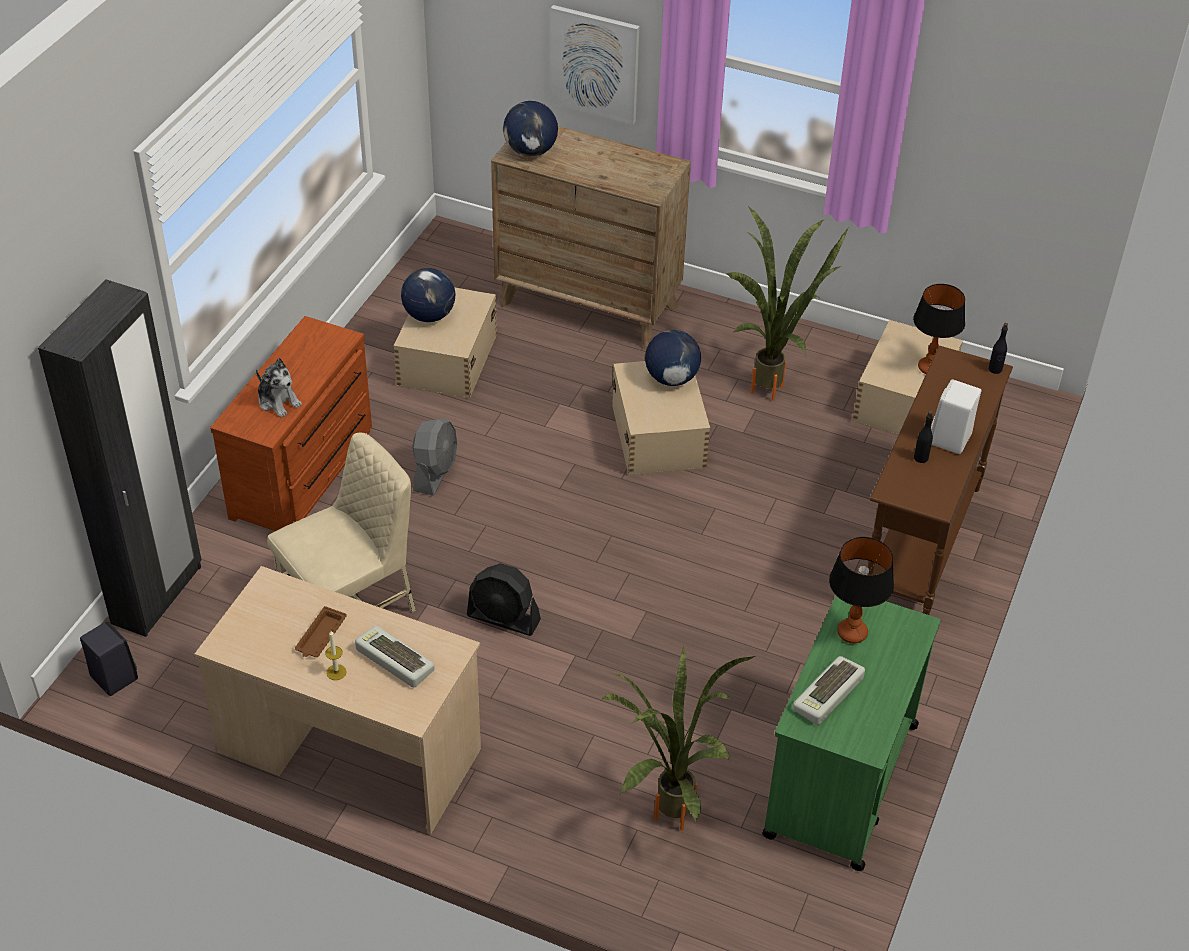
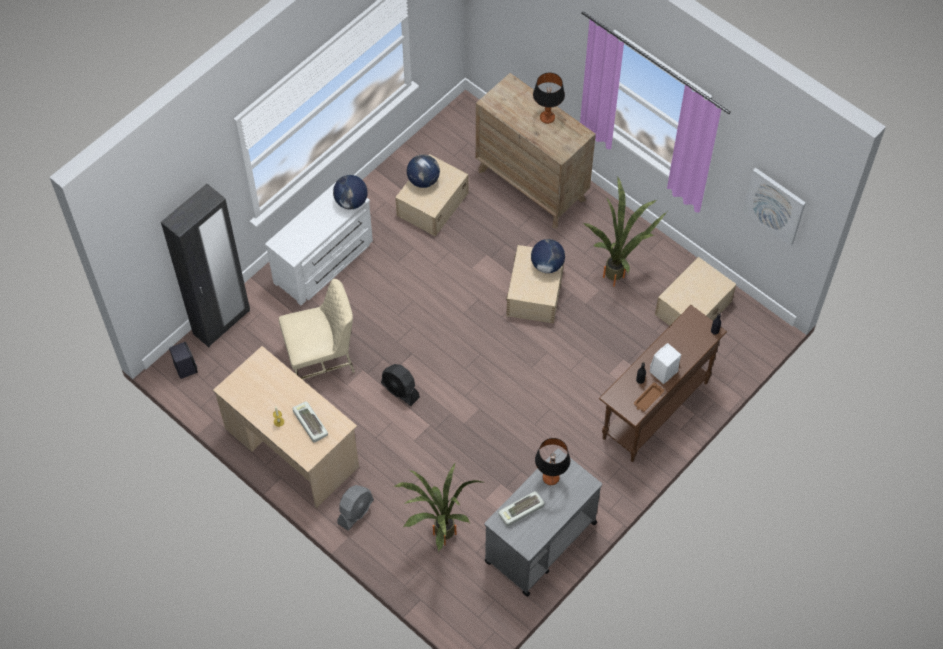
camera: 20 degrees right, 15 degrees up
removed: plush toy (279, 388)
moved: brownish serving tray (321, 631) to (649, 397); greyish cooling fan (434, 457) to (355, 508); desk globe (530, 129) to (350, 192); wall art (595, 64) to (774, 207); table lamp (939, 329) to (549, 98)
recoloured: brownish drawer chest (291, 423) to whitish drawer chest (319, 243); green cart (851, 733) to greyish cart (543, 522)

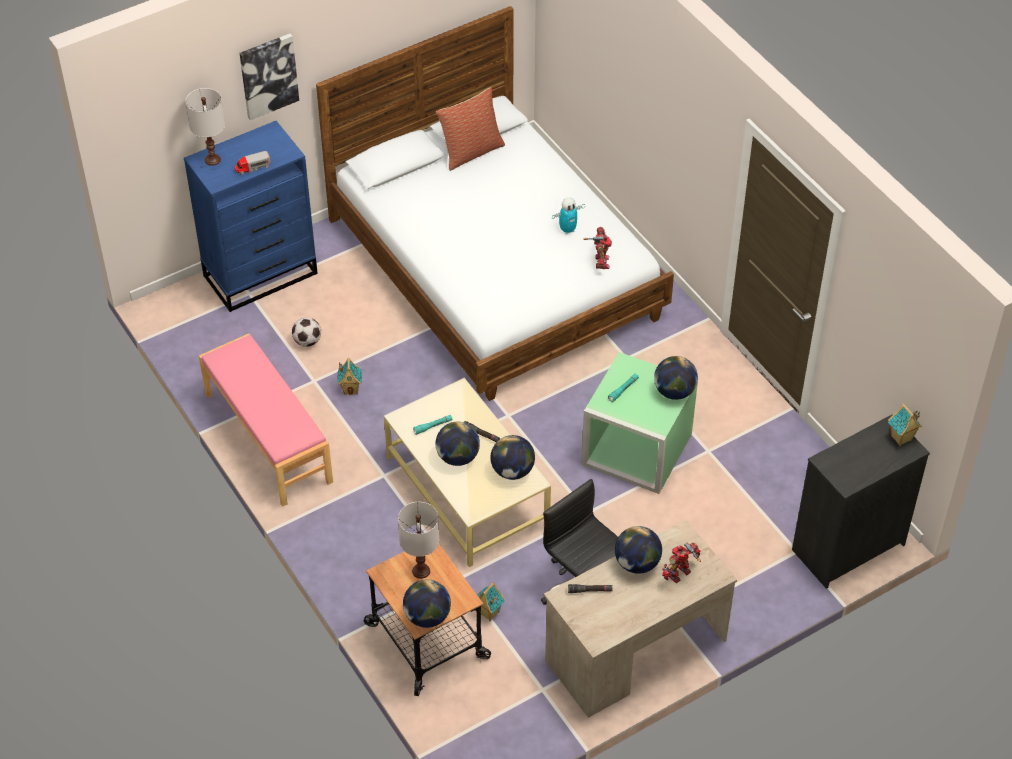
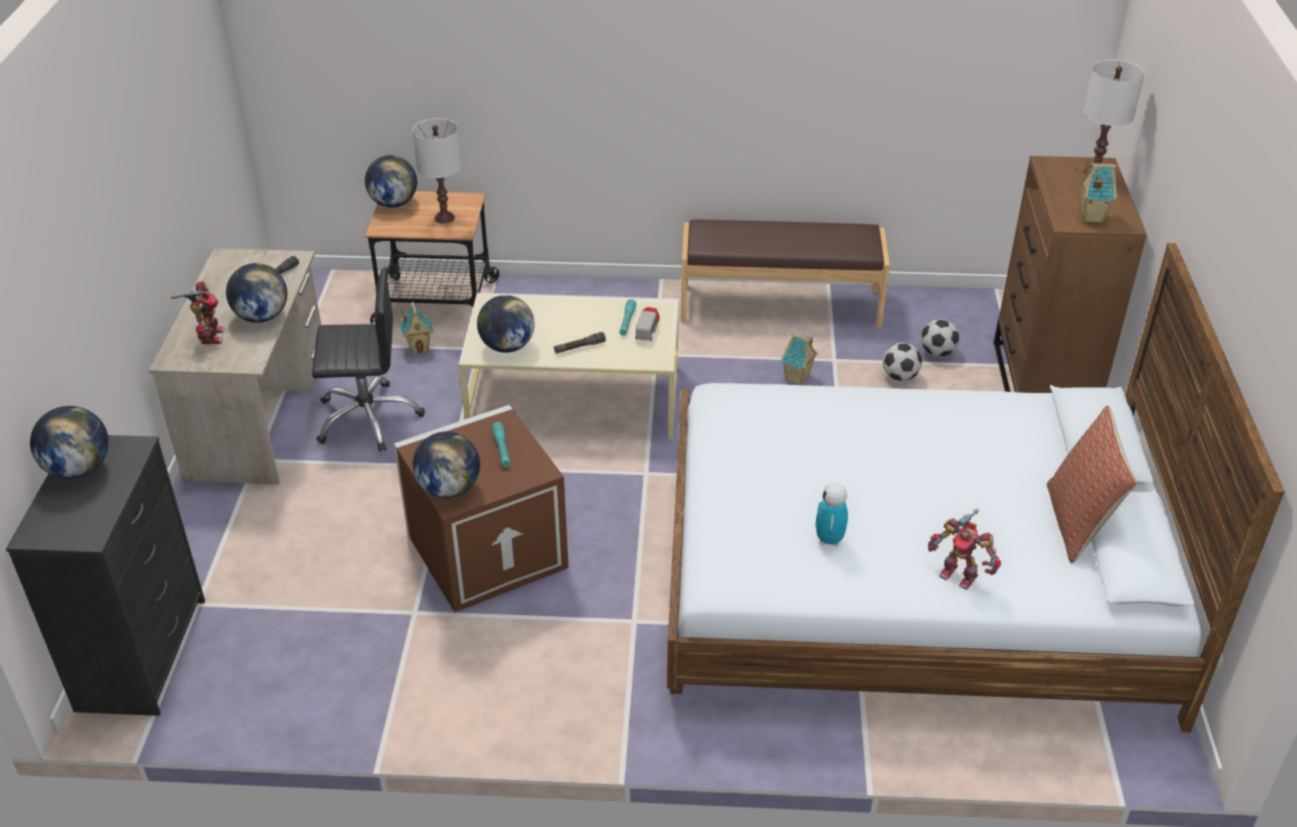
camera: 125 degrees right, 10 degrees down
removed: wall art (269, 77)
added: football ball (940, 338)
moved: model truck (253, 163) to (647, 324); desk globe (458, 444) to (69, 442); robot figure (597, 248) to (964, 549); model house (905, 424) to (1099, 193)
recoloured: bluish drawer chest (251, 216) to brownish drawer chest (1070, 274); pink-coloured bench (266, 420) to brownish bench (785, 273); green storage bin (639, 423) to brownish storage bin (481, 508)

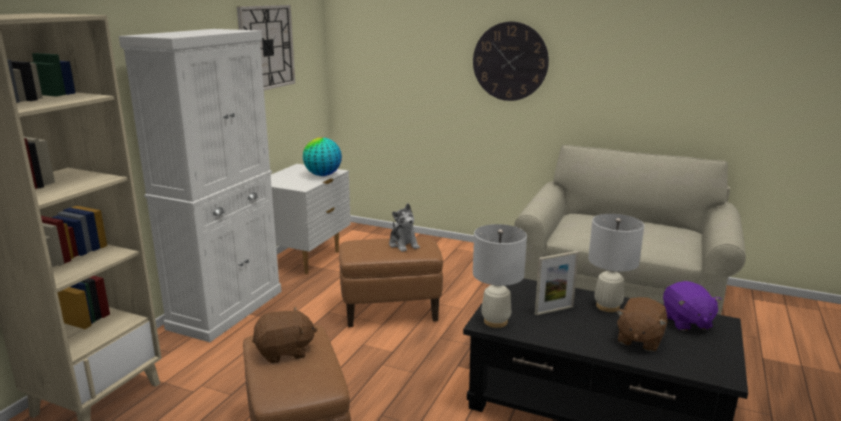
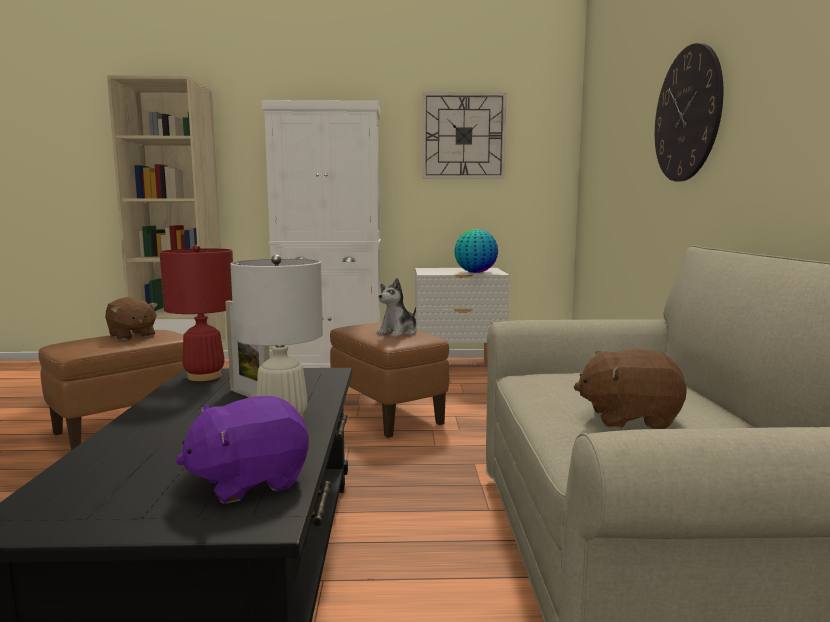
camera: 65 degrees right, 10 degrees down
moved: brownish plush toy (642, 324) to (630, 389)
recoloured: whitish table lamp (500, 276) to red-coloured table lamp (196, 313)

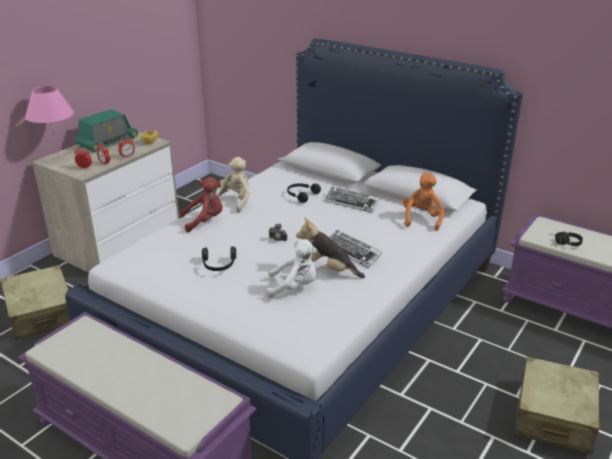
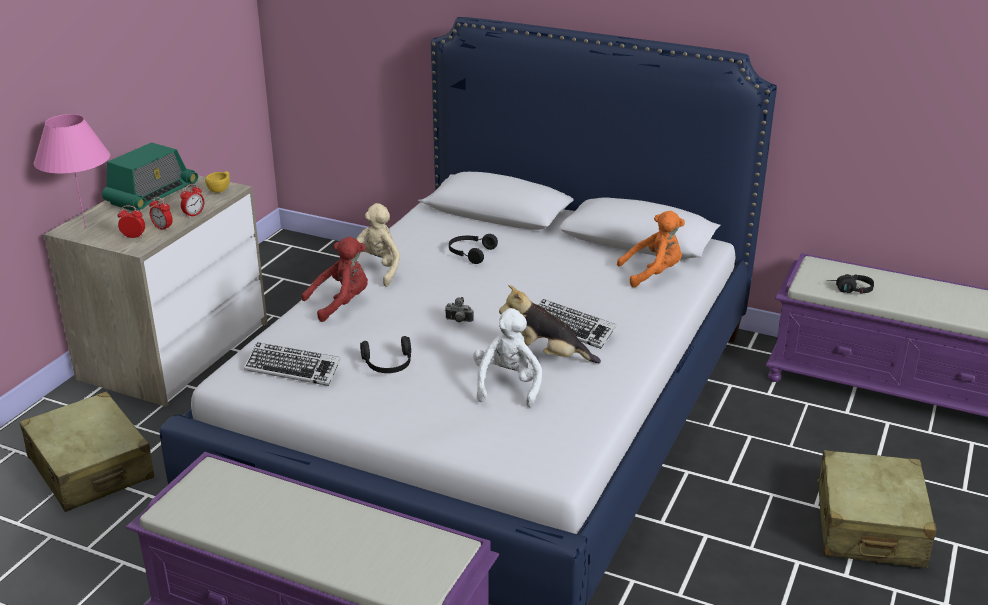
camera: 10 degrees left, 0 degrees up
moved: computer keyboard (352, 200) to (292, 364)
turned: whitish plush toy (291, 268) = (507, 357) 75 degrees counterclockwise; orange plush toy (423, 201) = (651, 249) 75 degrees clockwise

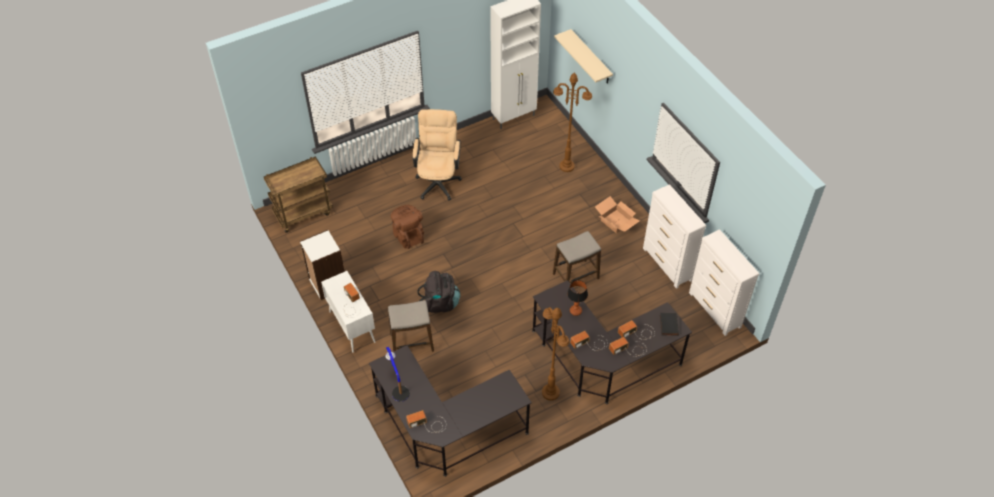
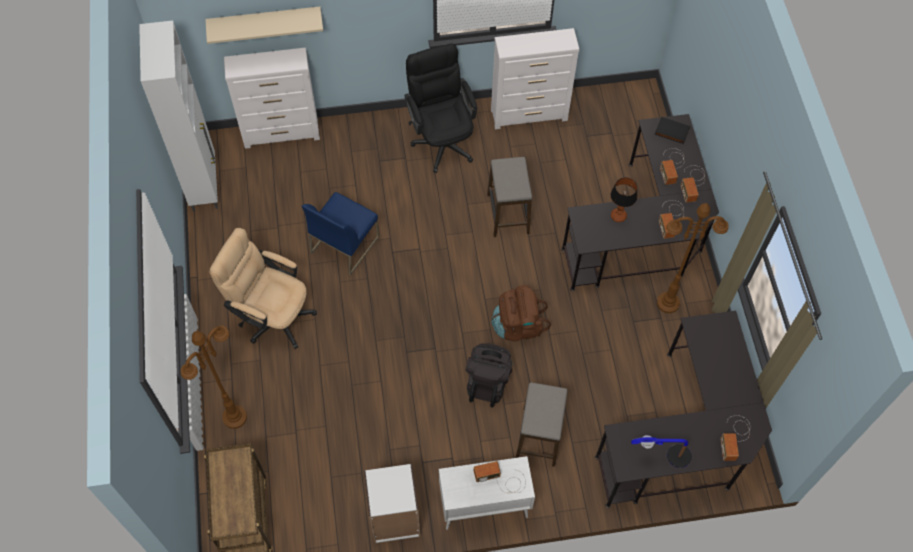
camera: 70 degrees left, 10 degrees up
added: bluish upright chair (340, 233)
moved: brownish knapsack (407, 227) to (521, 313); brownish standing lamp (572, 122) to (214, 377); whitish drawer chest (724, 282) to (272, 98)
replaced: carton (617, 215) to black-coloured computer chair (440, 108)

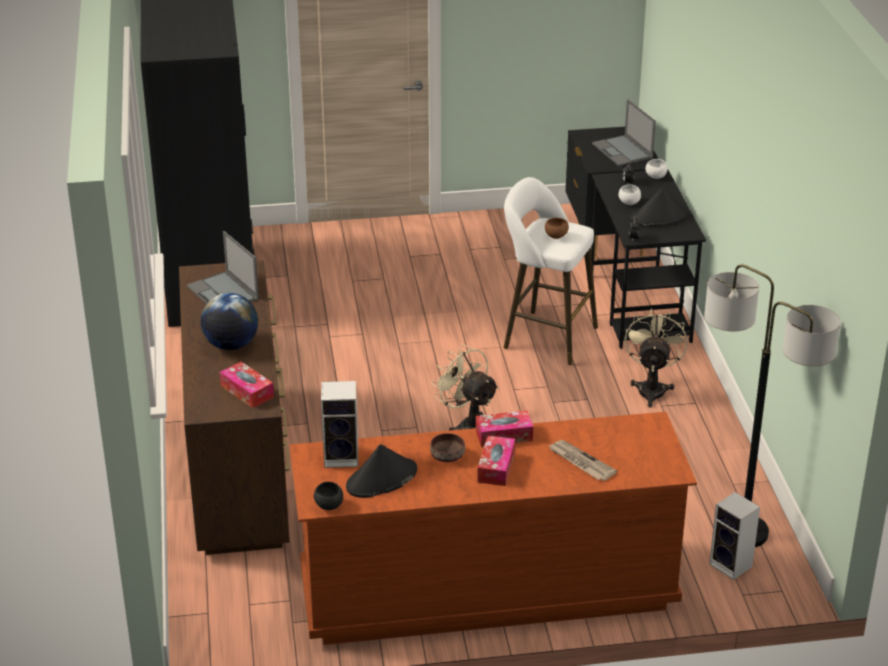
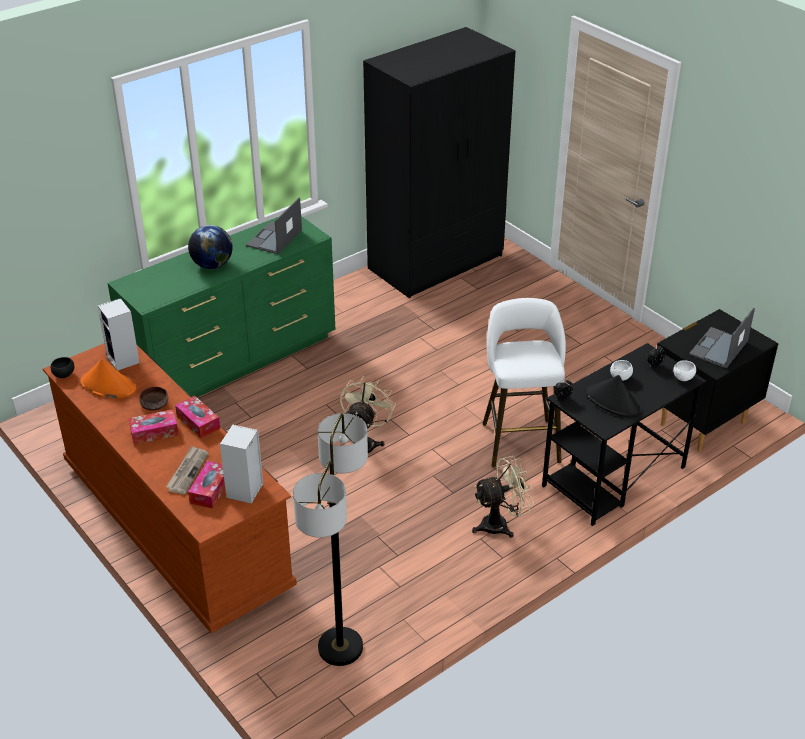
camera: 60 degrees right, 5 degrees up
removed: brownish serving bowl (557, 228)
moved: tissue box (247, 385) to (206, 485); audio speaker (734, 536) to (241, 464)
recoloured: brownish drawer chest (234, 407) to green drawer chest (221, 306); black-coloured clothing hat (381, 471) to orange clothing hat (109, 379)

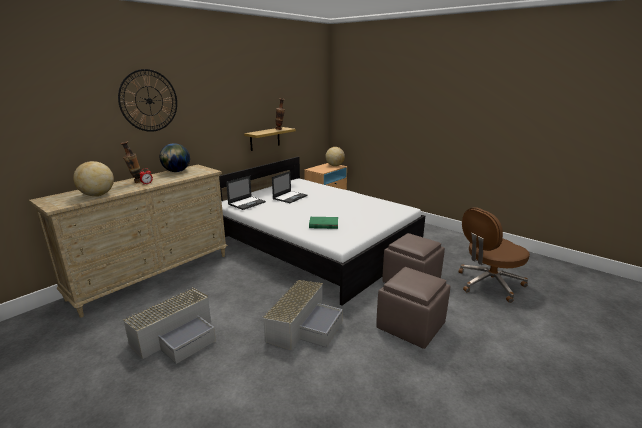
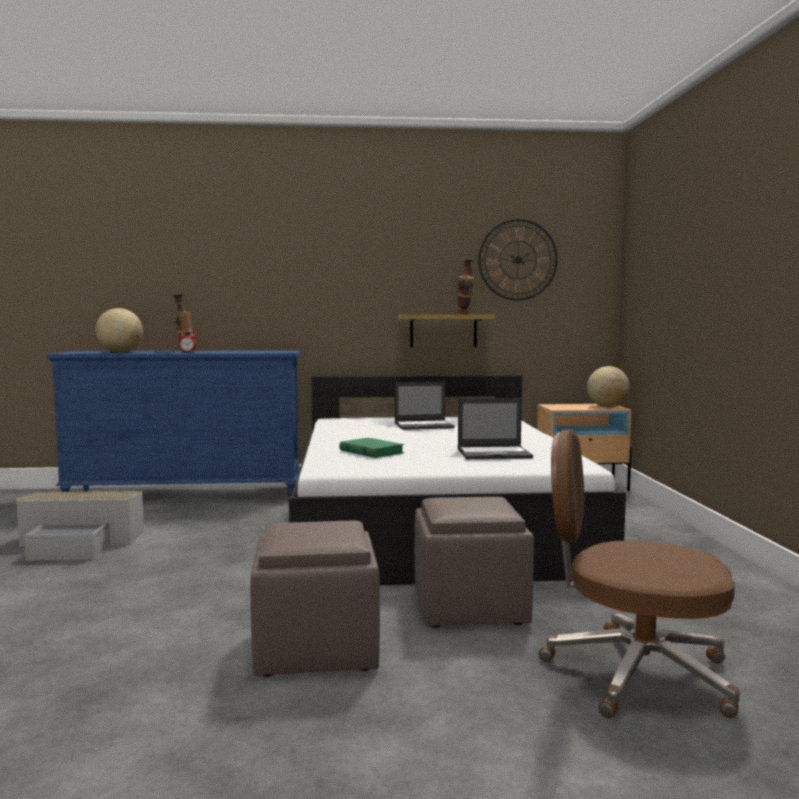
camera: 45 degrees right, 15 degrees down
removed: desk globe (175, 157); greyish storage bin (303, 315)
moved: clock on the wall (147, 100) to (518, 260); notebook computer (246, 193) to (495, 428)
recoloured: beige-coloured drawer chest (128, 241) to bluish drawer chest (174, 424)

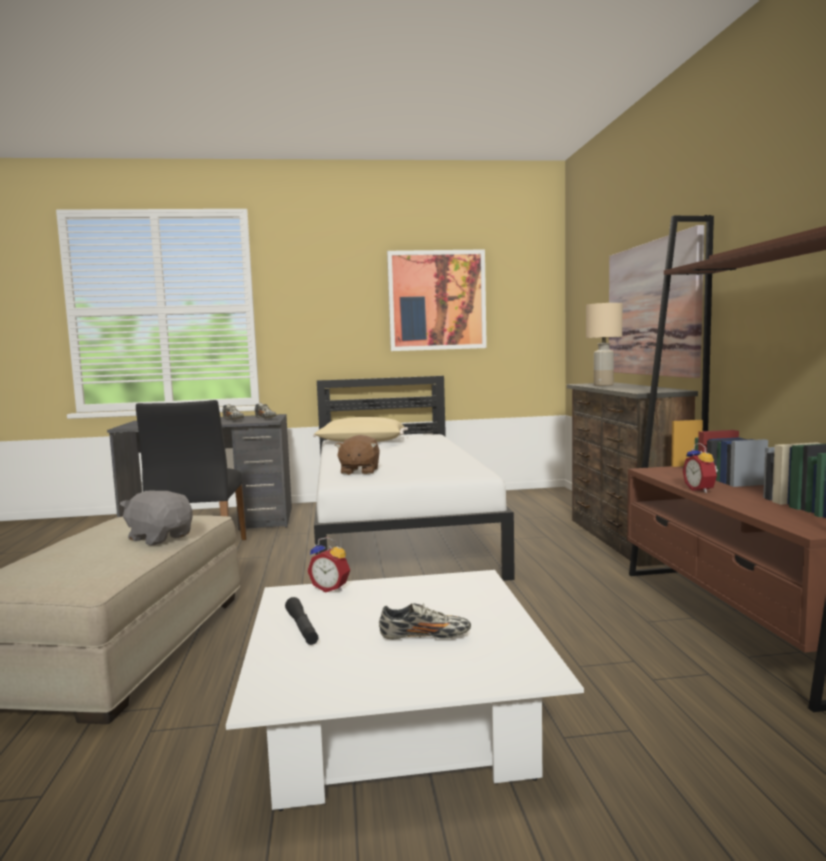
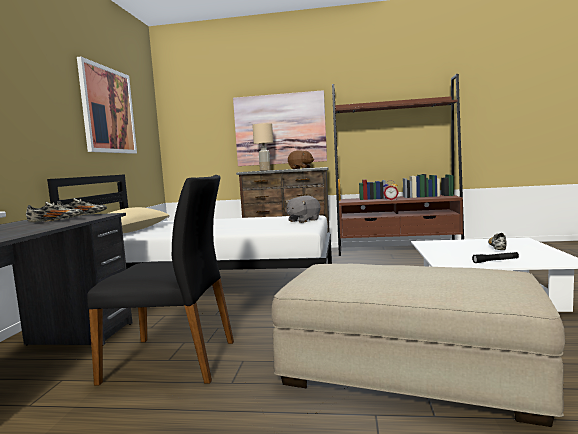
camera: 75 degrees left, 0 degrees up
removed: alarm clock (328, 565)
moved: greyish plush toy (156, 517) to (303, 209); brownish plush toy (357, 455) to (301, 159)

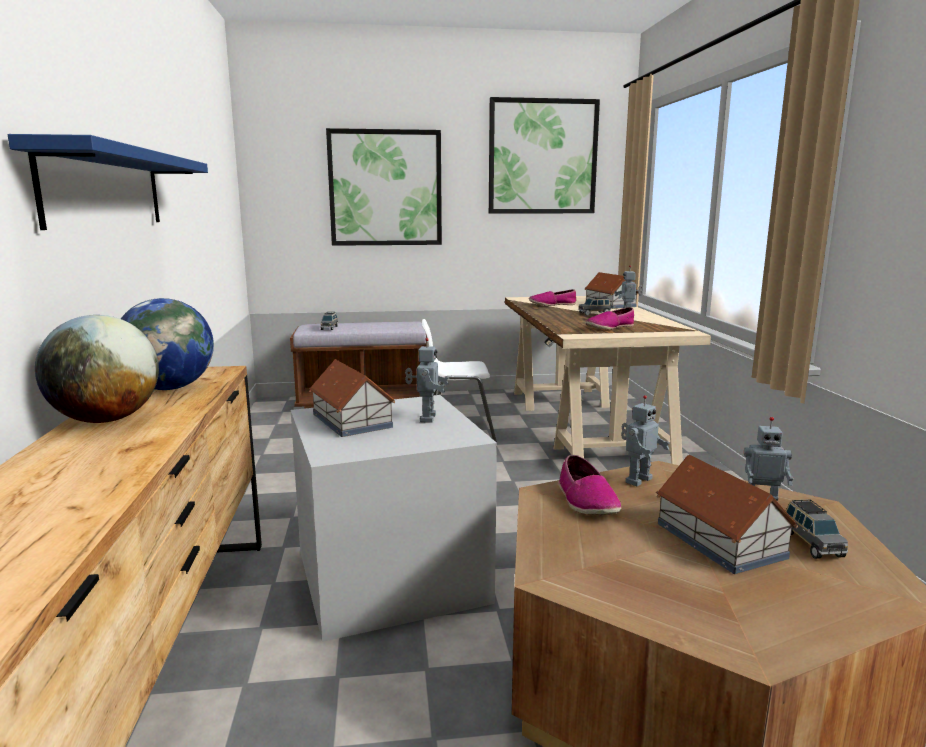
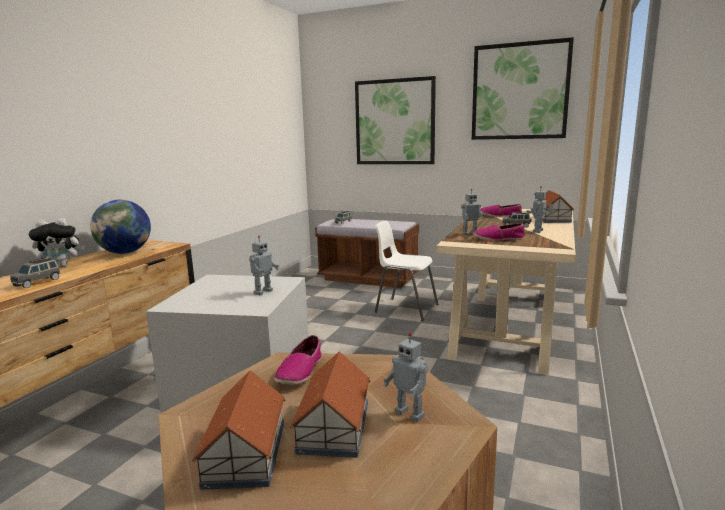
camera: 30 degrees right, 0 degrees up
removed: bluish wall shelf (108, 182)
moved: model house (352, 398) to (239, 430); robot figure (645, 441) to (472, 212); greyish miniature car (817, 529) to (35, 272)
replaced: desk globe (97, 369) to plush toy (57, 242)

